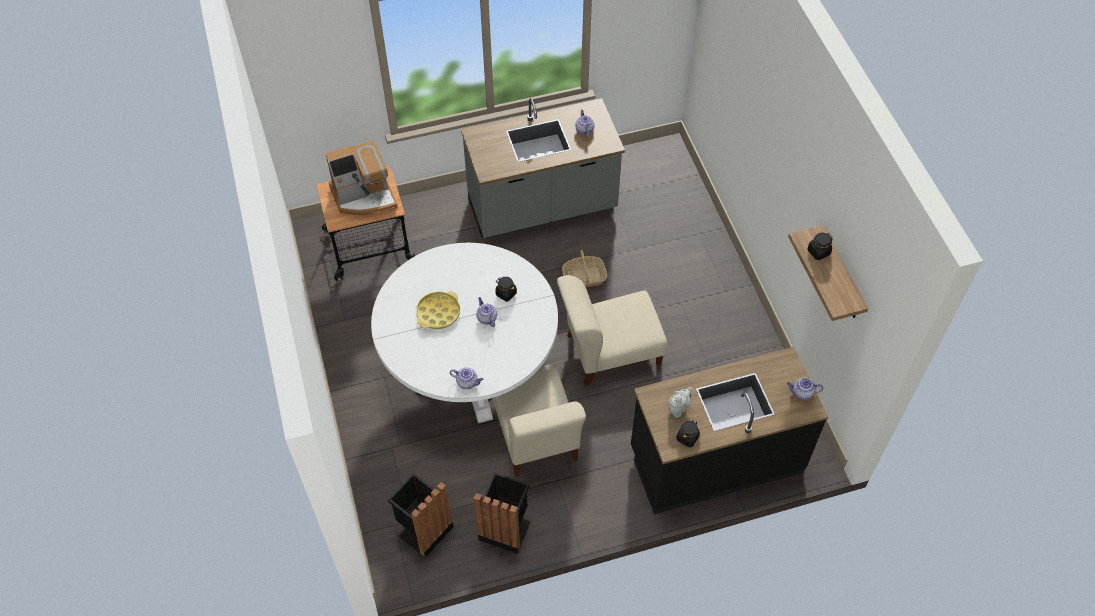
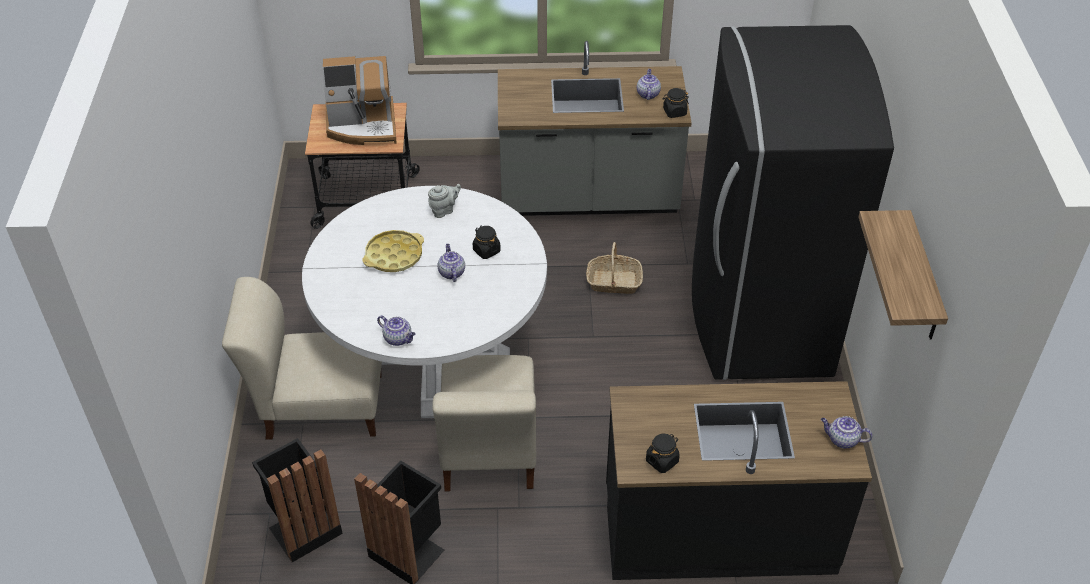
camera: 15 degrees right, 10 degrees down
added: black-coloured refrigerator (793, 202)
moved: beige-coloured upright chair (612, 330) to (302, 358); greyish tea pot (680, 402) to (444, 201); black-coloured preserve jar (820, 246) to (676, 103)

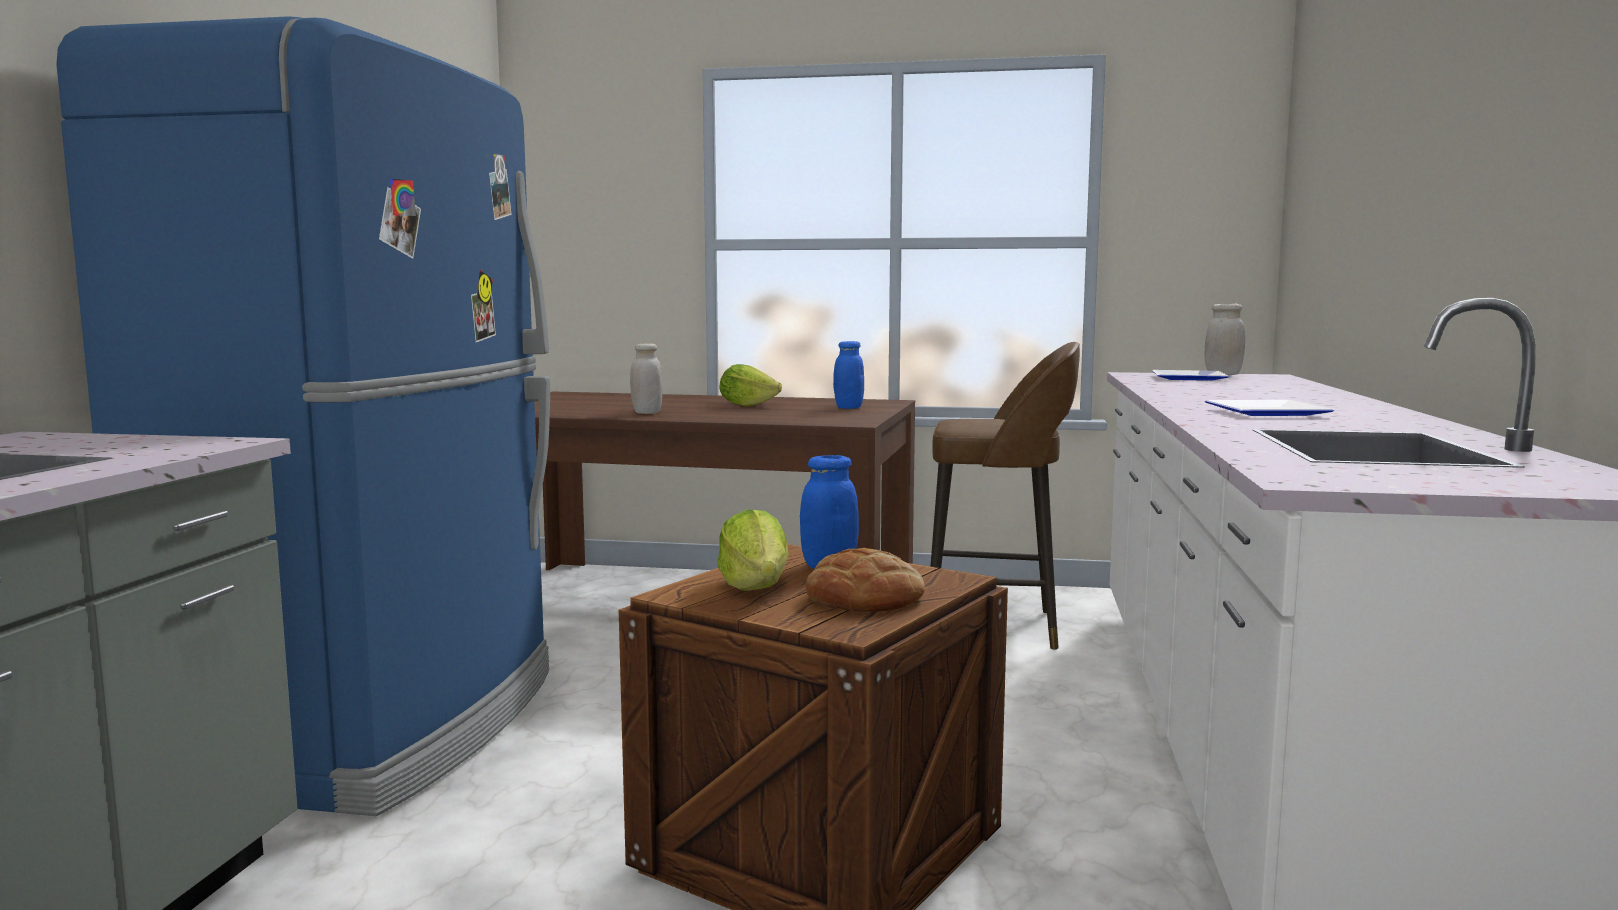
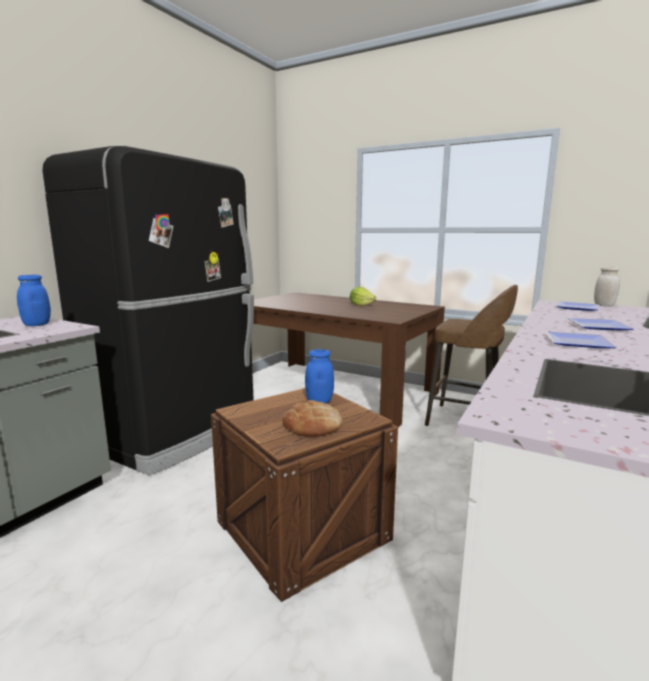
camera: 20 degrees right, 5 degrees up
removed: whitish preserve jar (646, 379); lettuce head (753, 550)
added: dinner plate (601, 324)
moved: bluish preserve jar (848, 375) to (34, 300)
recoloured: bluish refrigerator (303, 416) to black-coloured refrigerator (148, 310)

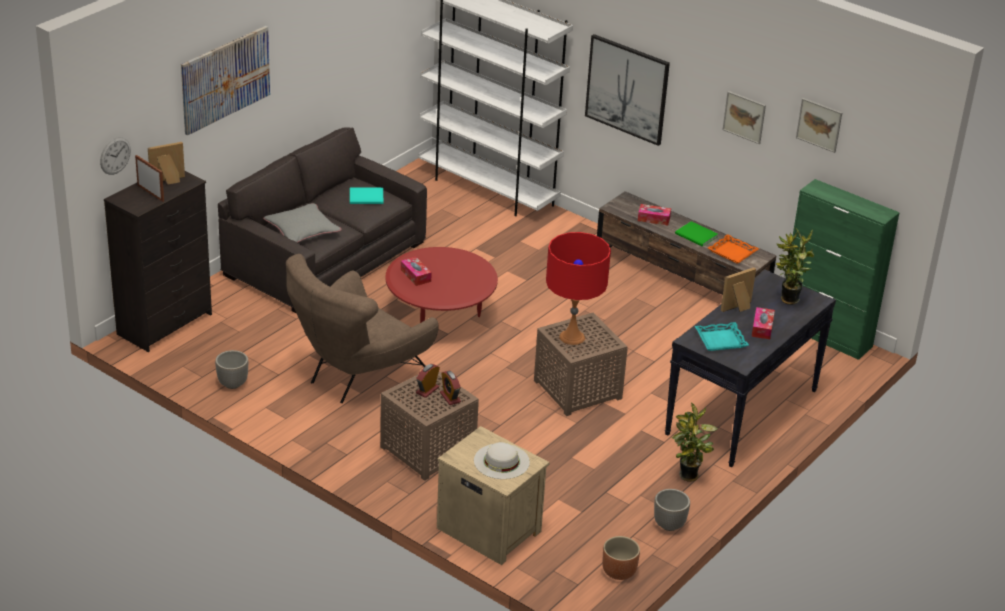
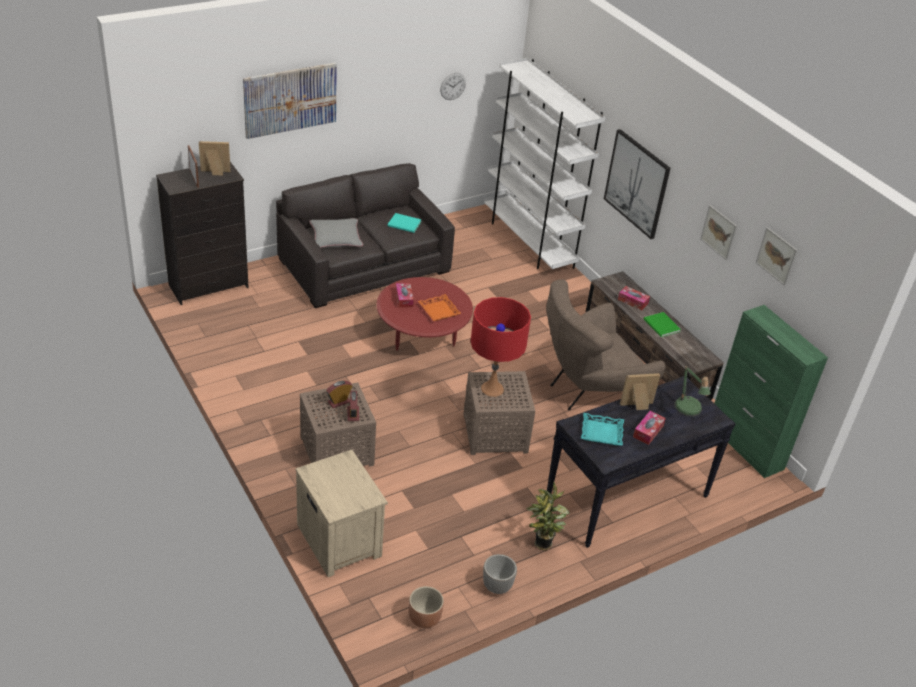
camera: 20 degrees right, 5 degrees up
removed: plant pot (231, 369); whitish clothing hat (502, 460)
moved: clock on the wall (115, 156) to (453, 86); brownish armchair (362, 328) to (605, 344); orange serving tray (733, 249) to (439, 307)
replaced: houseplant (795, 266) to table lamp (692, 391)

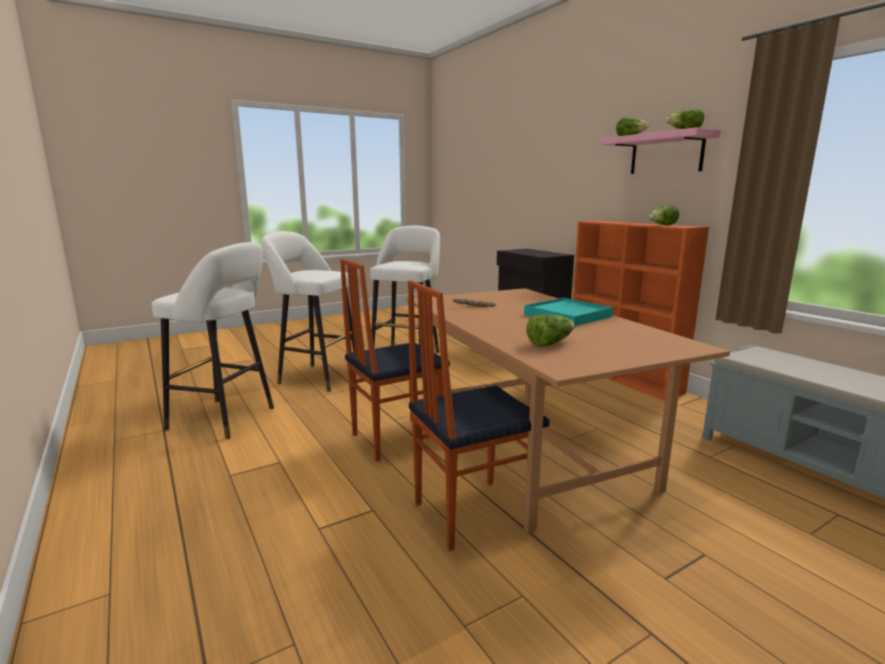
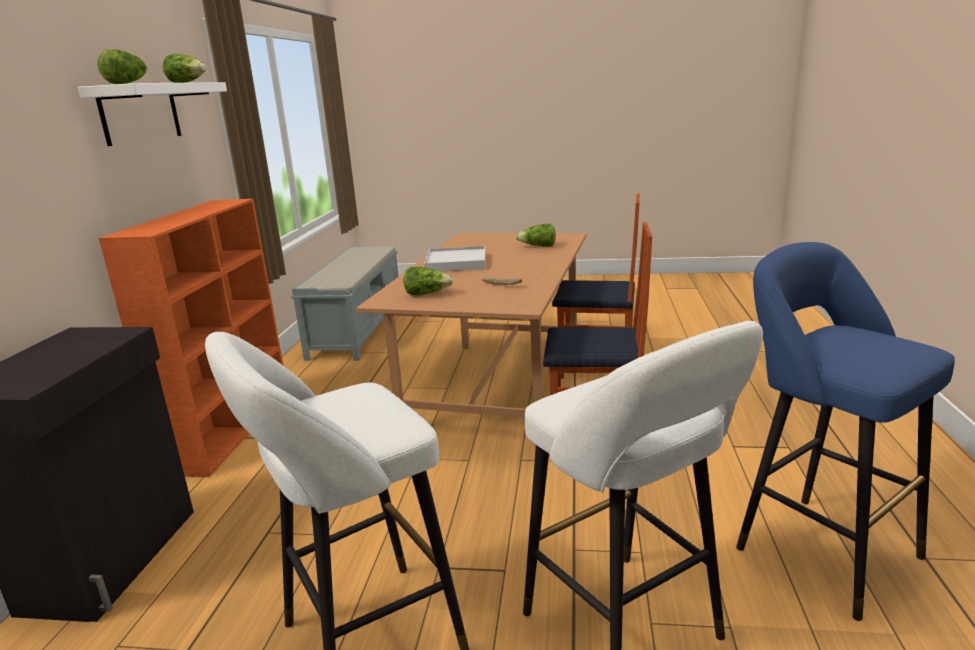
camera: 140 degrees left, 5 degrees up
moved: lettuce head (664, 215) to (429, 281)
recoloured: whitish sitting stool (213, 340) to bluish sitting stool (845, 431); blue-green serving tray (568, 312) to whitish serving tray (455, 259); pink-coloured wall shelf (661, 150) to whitish wall shelf (152, 114)

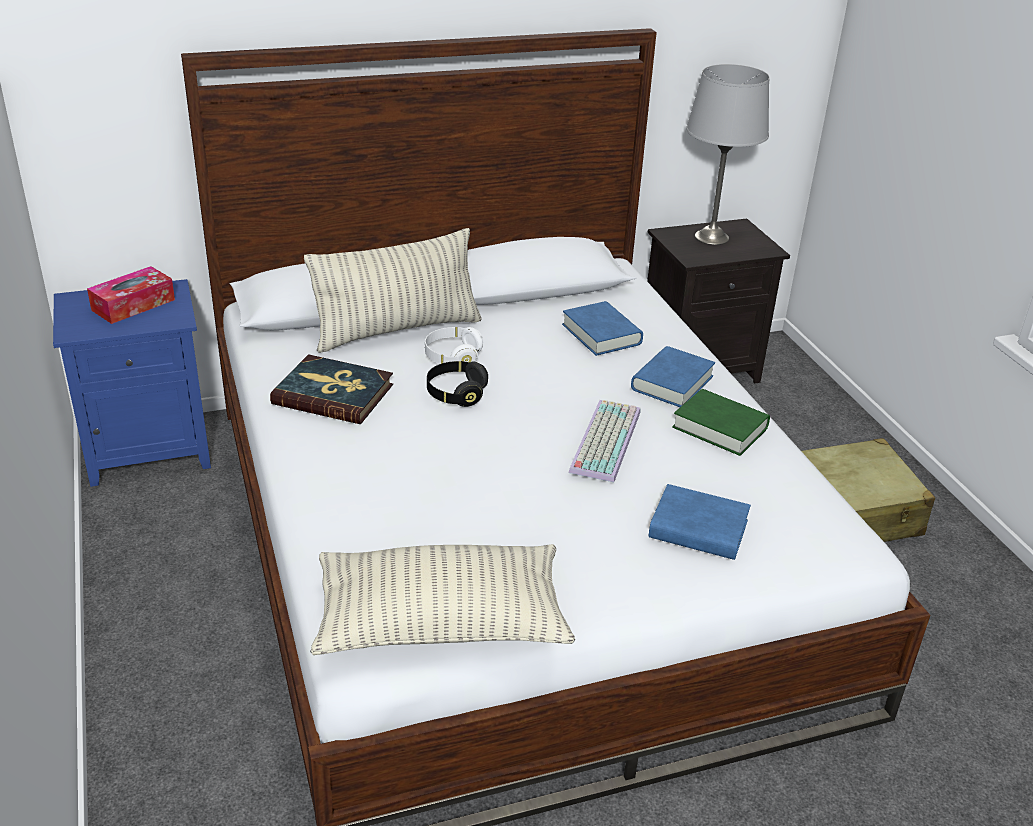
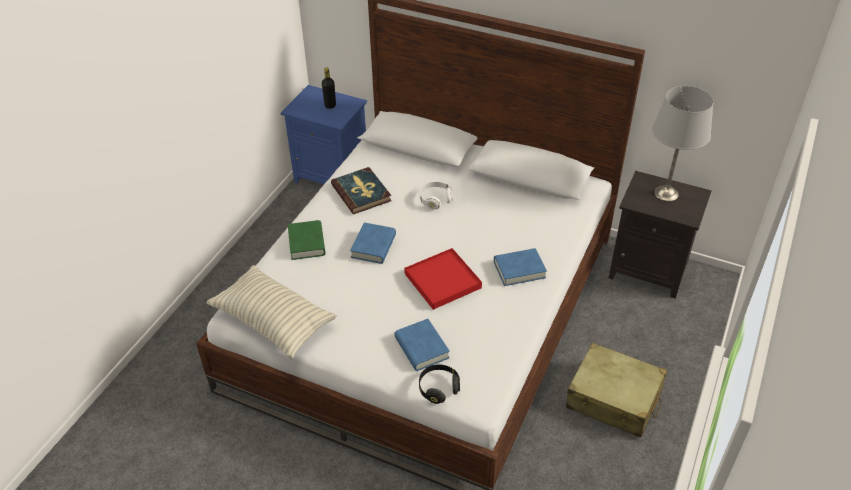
camera: 45 degrees right, 10 degrees up
removed: throw pillow (393, 290)
moved: black-coloured headphones (457, 384) to (439, 384); bluish book (602, 328) to (373, 243); green book (721, 422) to (306, 240)
replaced: tissue box (131, 295) to black-coloured drink bottle (329, 88); computer keyboard (604, 441) to red-coloured serving tray (443, 279)

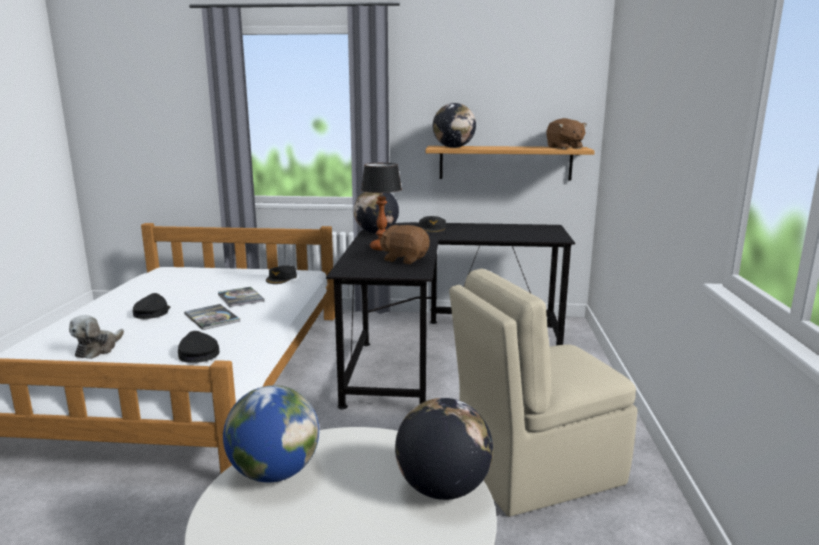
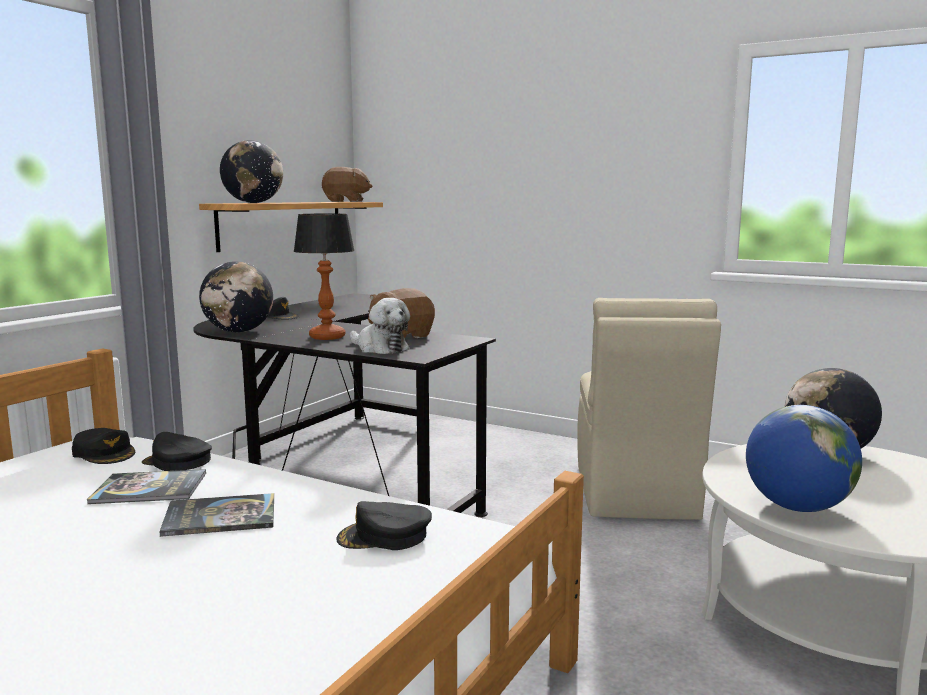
camera: 65 degrees left, 5 degrees down
moved: plush toy (96, 337) to (380, 326); black-coloured cap (151, 306) to (177, 451)

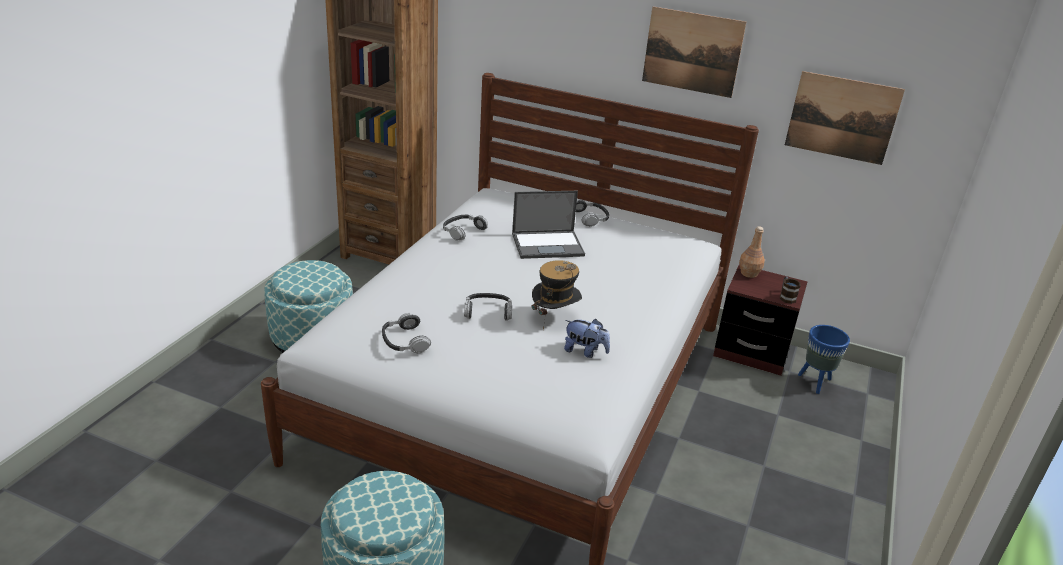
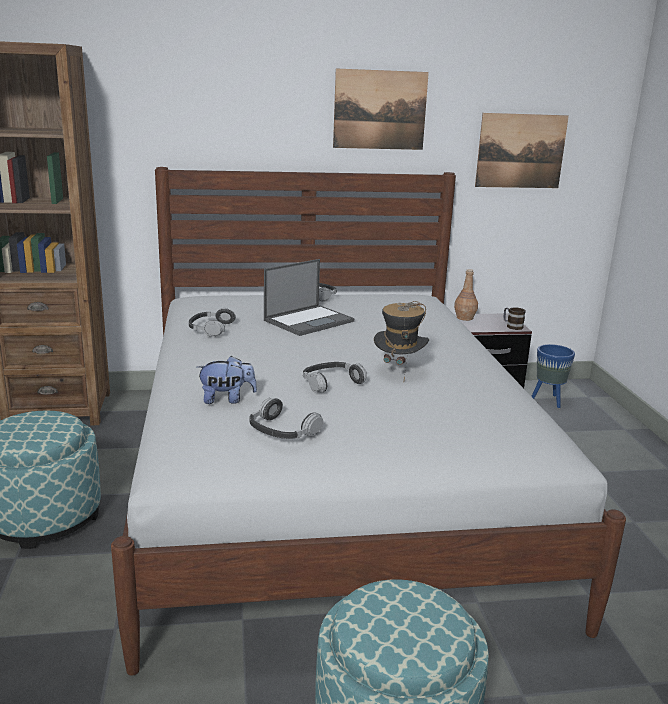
camera: 30 degrees left, 10 degrees down
moved: plush toy (587, 338) to (227, 380)

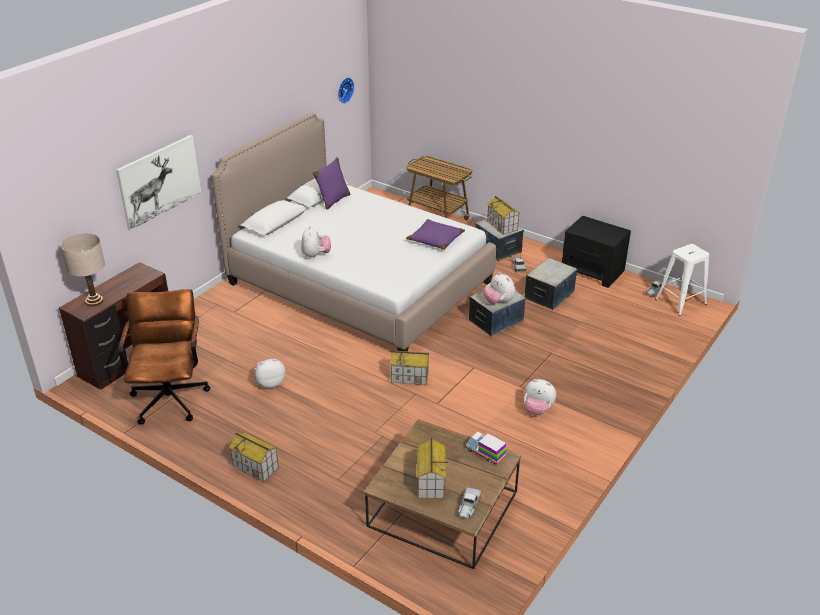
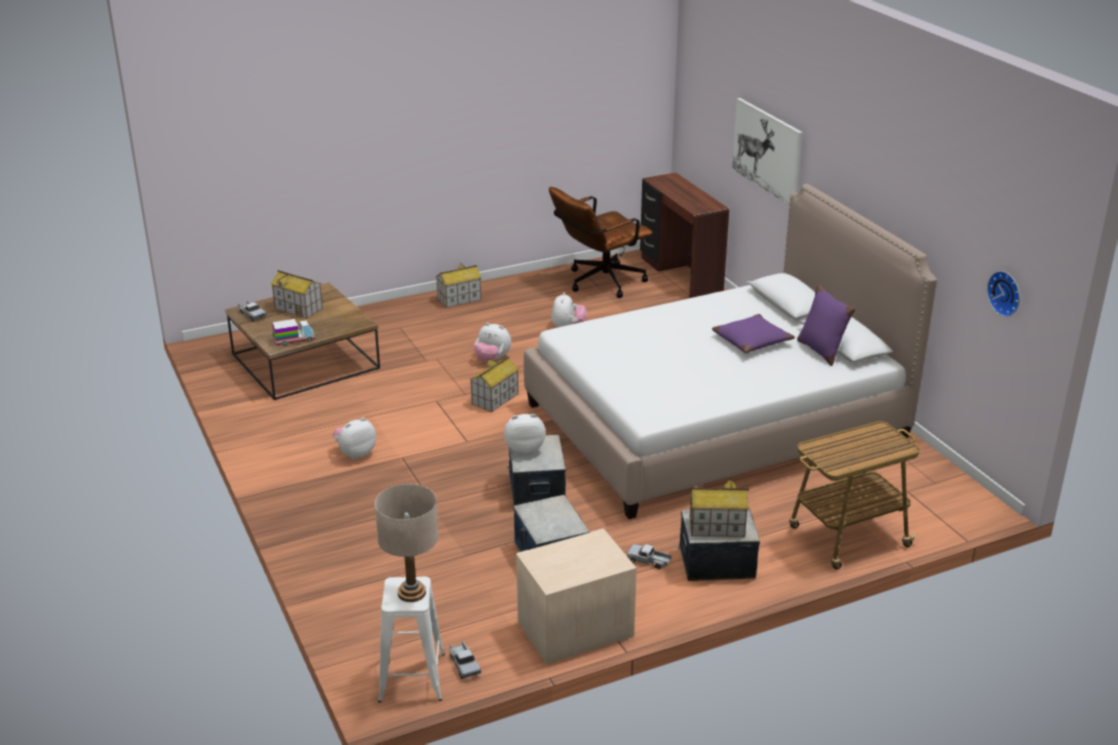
camera: 120 degrees right, 5 degrees down
moved: beige-coloured table lamp (83, 270) to (406, 543); plush toy (316, 242) to (492, 342); purple throw pillow (435, 234) to (753, 333)
recoloured: black-coloured bedside table (596, 252) to beige-coloured bedside table (576, 597)
turned: brownish computer chair (164, 357) = (601, 242) 120 degrees clockwise

